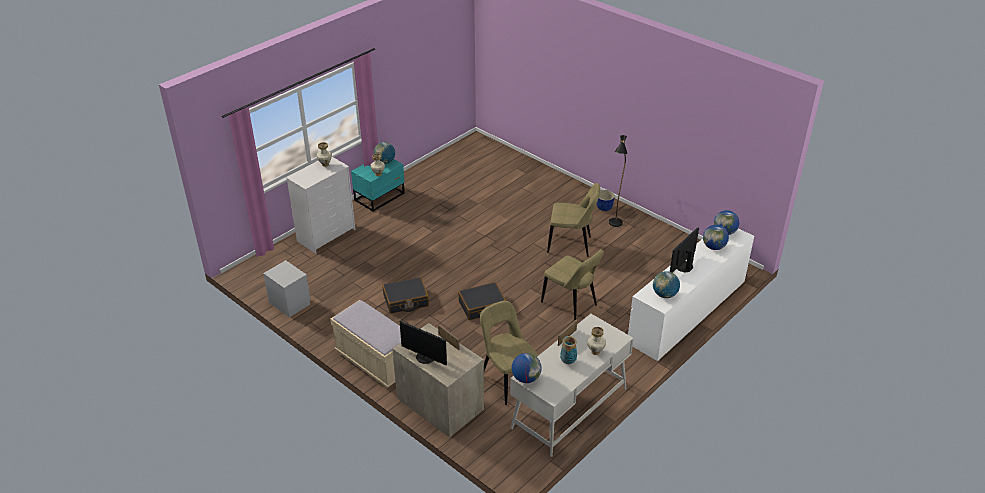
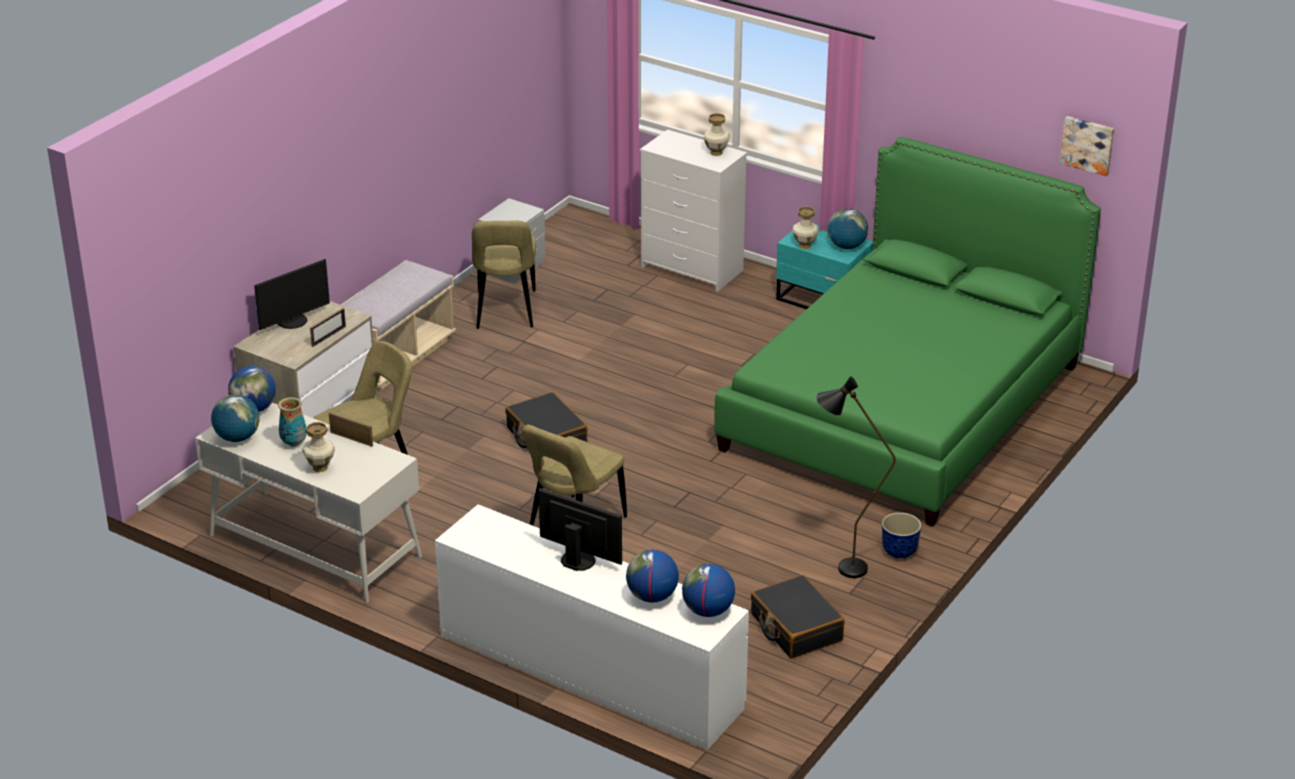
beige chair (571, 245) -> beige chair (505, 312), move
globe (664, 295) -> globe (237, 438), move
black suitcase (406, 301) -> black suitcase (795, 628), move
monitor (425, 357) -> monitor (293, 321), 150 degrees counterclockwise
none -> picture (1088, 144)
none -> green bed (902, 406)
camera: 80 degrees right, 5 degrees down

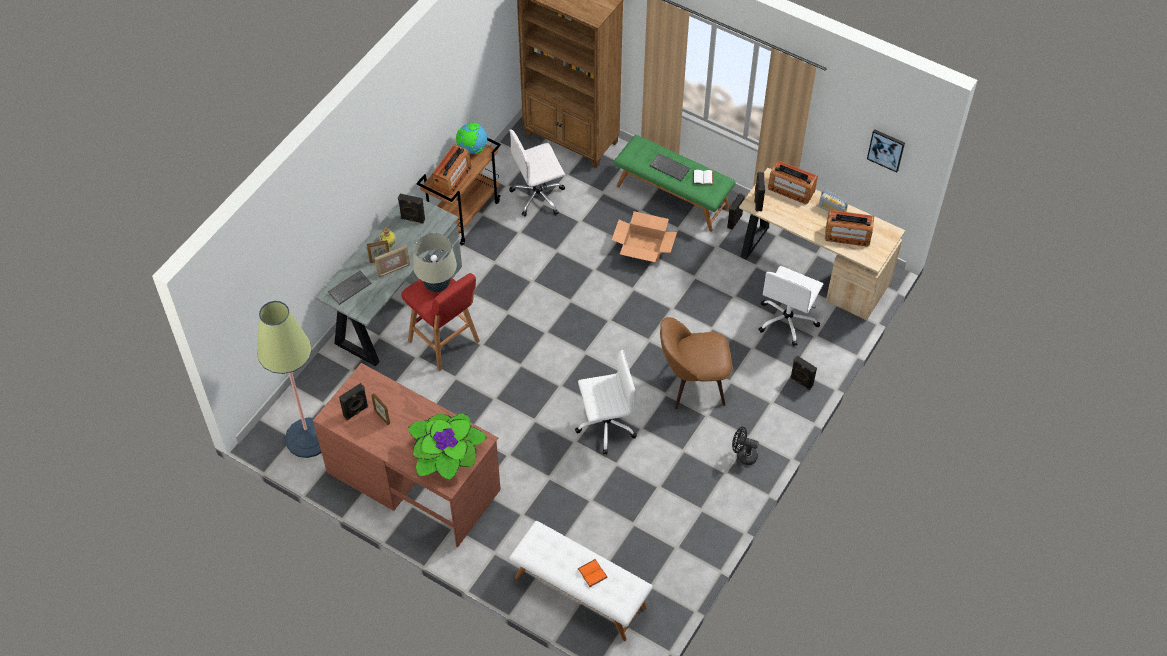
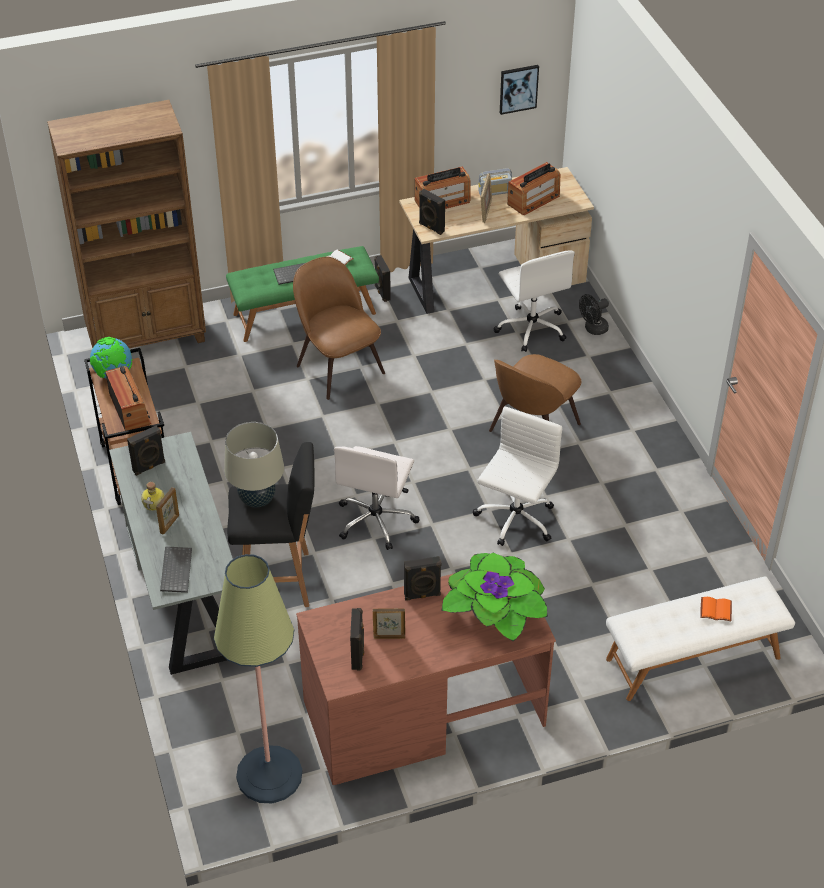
white office chair (539, 196) -> white office chair (376, 520), move
cardboard box (643, 247) -> brown chair (338, 367)
picture frame (393, 270) -> picture frame (485, 211), move
red stool (445, 343) -> black stool (279, 580)
black speaker (801, 382) -> black speaker (422, 595), move
black fan (743, 455) -> black fan (593, 329), move
camera: 50 degrees left, 10 degrees down

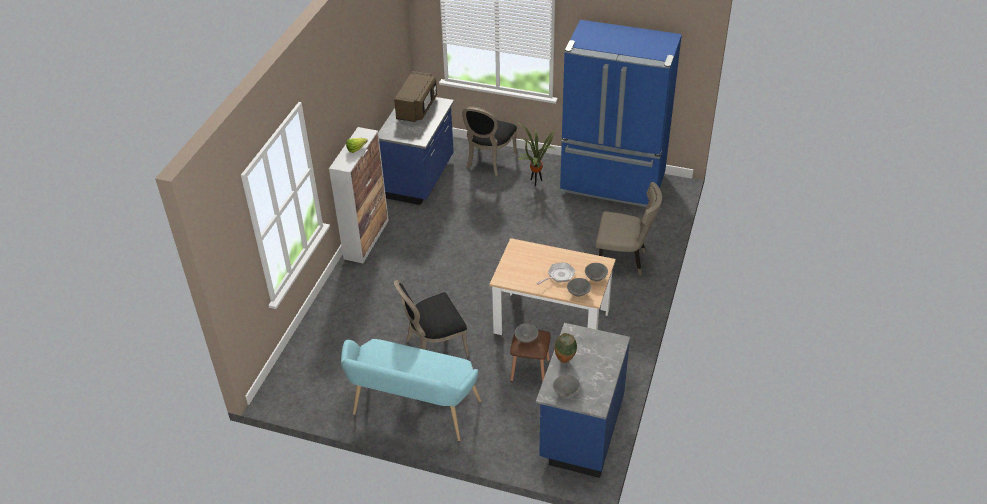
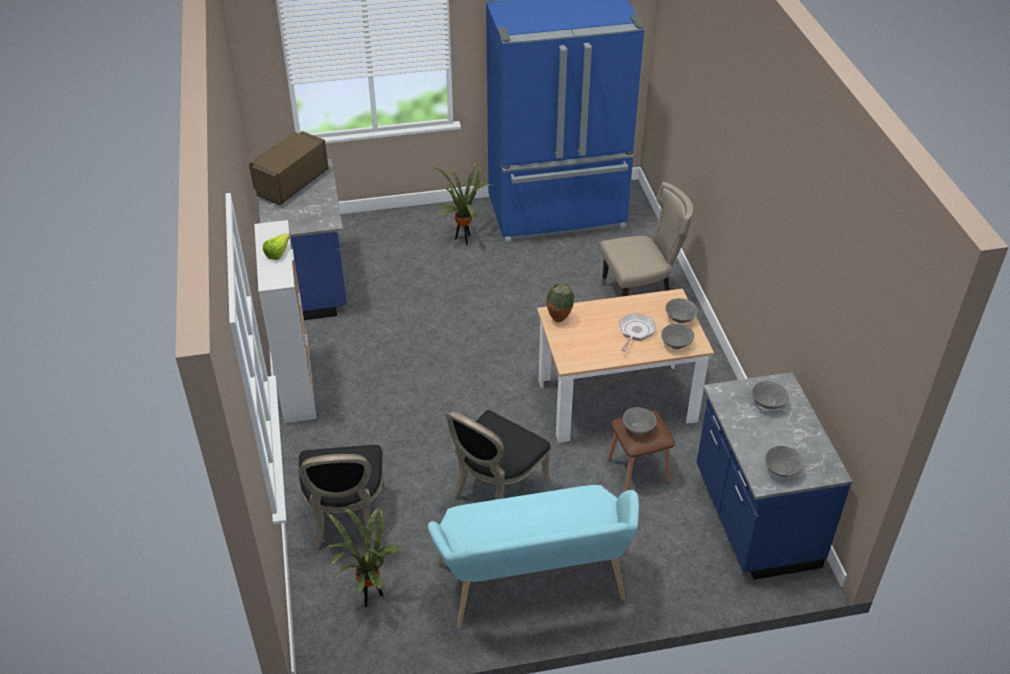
brown microwave (417, 108) -> brown microwave (290, 183), 135 degrees counterclockwise
black chair (488, 161) -> black chair (346, 519), move
vase (565, 360) -> vase (559, 319), move
none -> grey bowl (768, 404)
none -> potted plant (369, 597)
camera: 30 degrees left, 0 degrees up

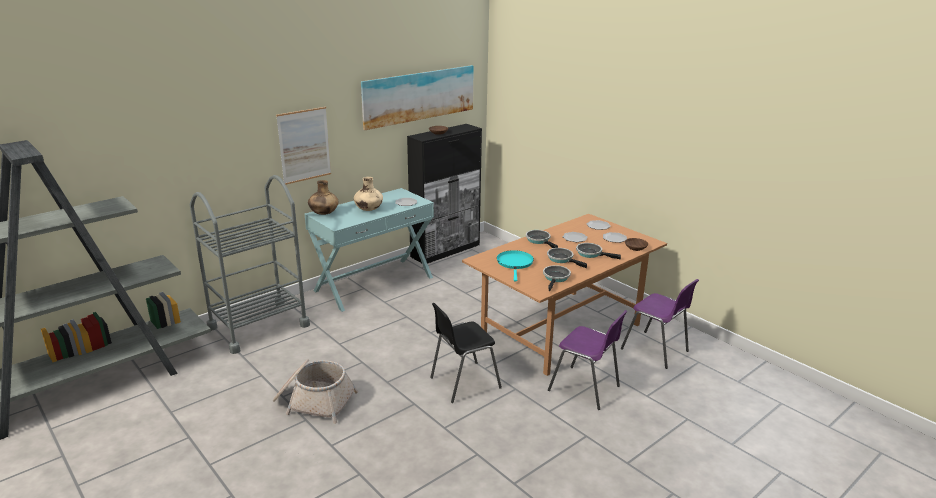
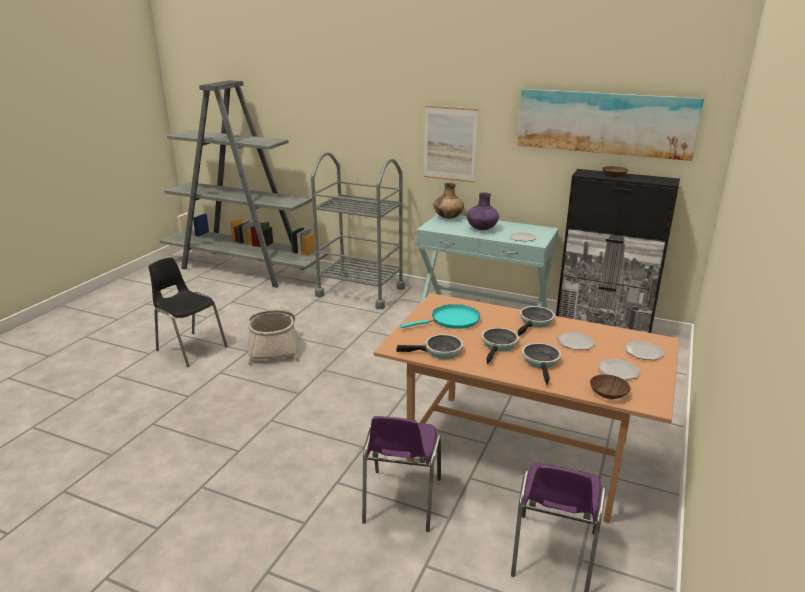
beige vase (368, 210) -> purple vase (481, 229)
black chair (463, 383) -> black chair (190, 348), move
camera: 65 degrees right, 0 degrees up

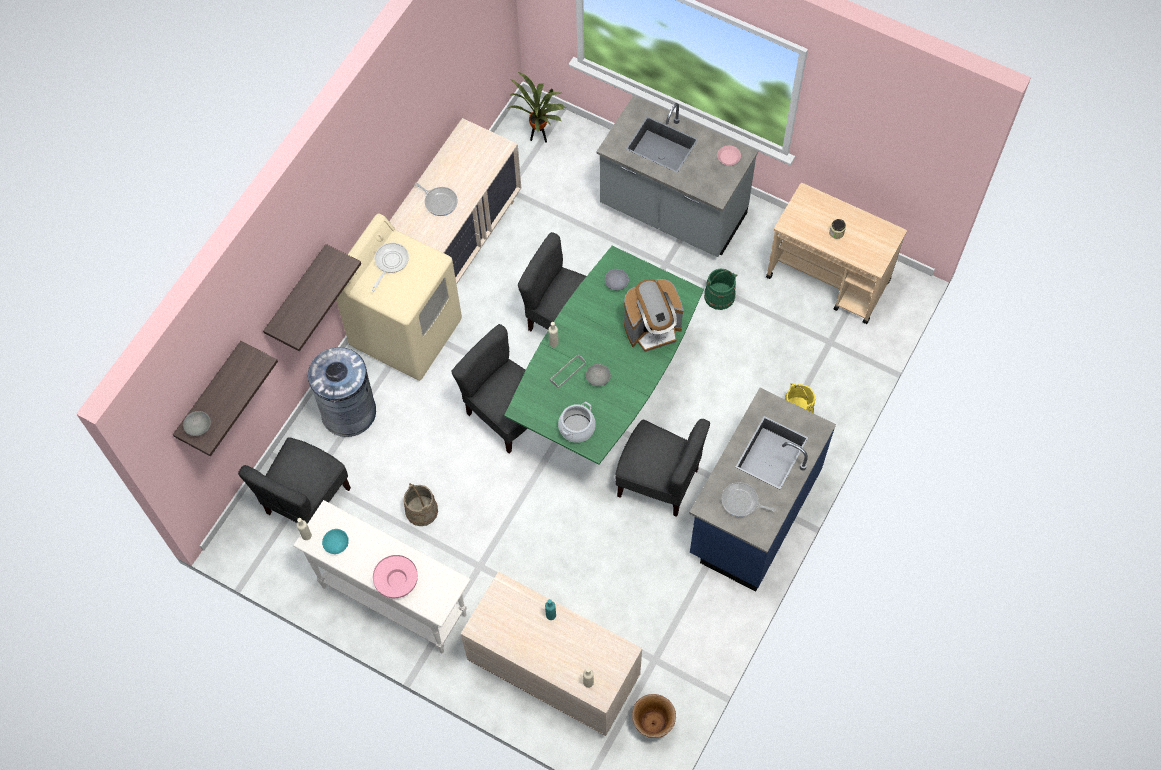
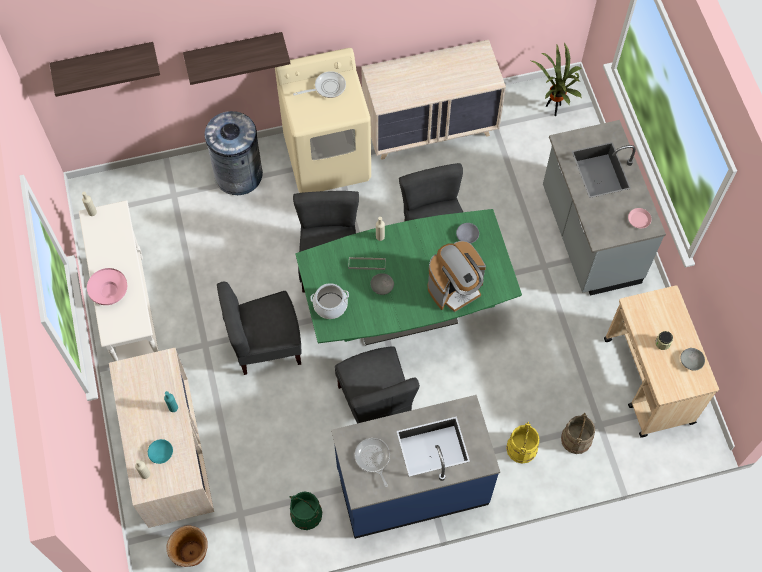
frying pan (439, 201) -> none
green bucket (719, 296) -> green bucket (306, 514), move
coffee machine (652, 329) -> coffee machine (455, 288), 60 degrees counterclockwise
grey bowl (198, 426) -> grey bowl (691, 361), move
grey chair (307, 500) -> grey chair (266, 345), move
beige bucket (422, 510) -> beige bucket (576, 439), move
turquoise bowl (336, 544) -> turquoise bowl (161, 453), move
camera: 45 degrees right, 0 degrees up

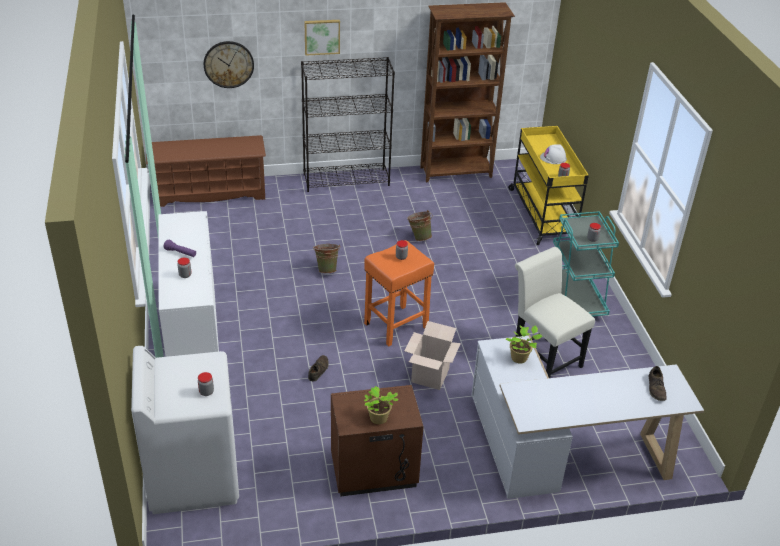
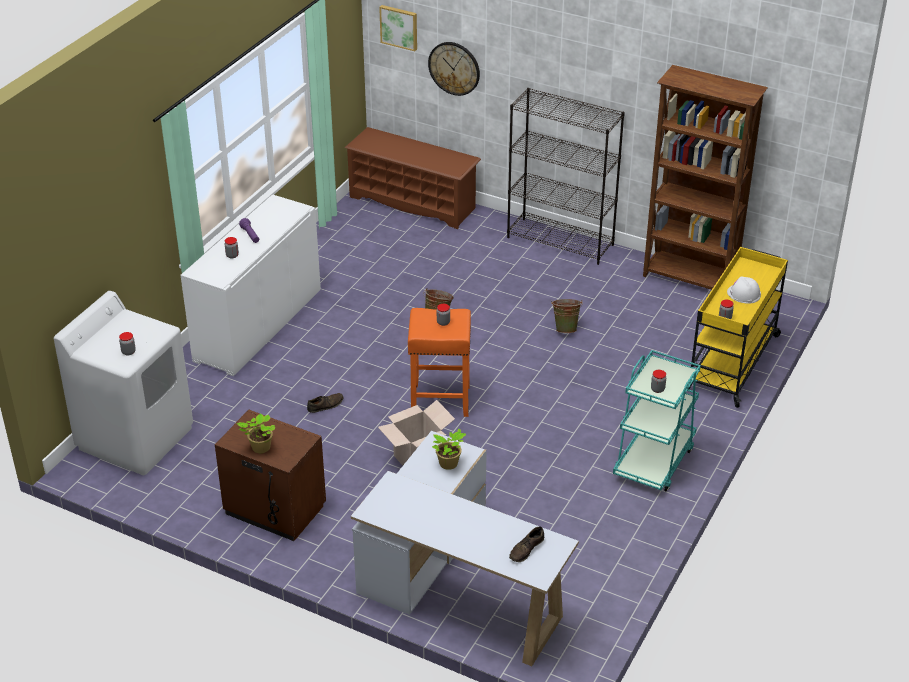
picture (322, 36) -> picture (399, 27), move
white chair (542, 358) -> none
camera: 40 degrees right, 0 degrees up

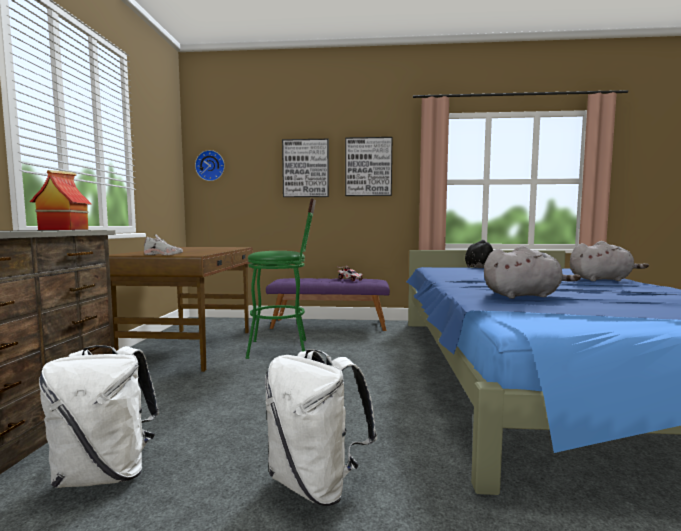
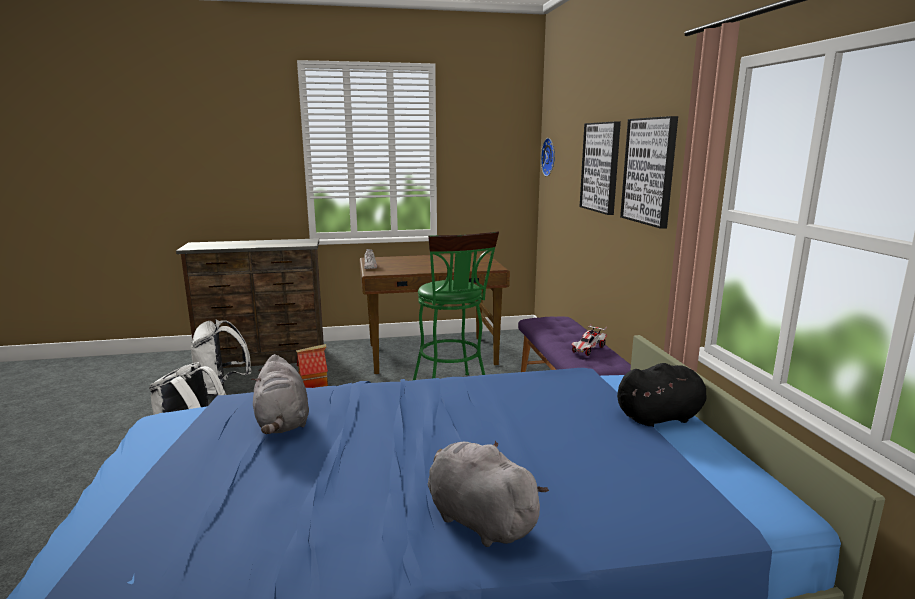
toy house (64, 229) -> toy house (314, 385), move
grey plush toy (602, 280) -> grey plush toy (478, 519), 150 degrees clockwise
camera: 75 degrees right, 10 degrees up

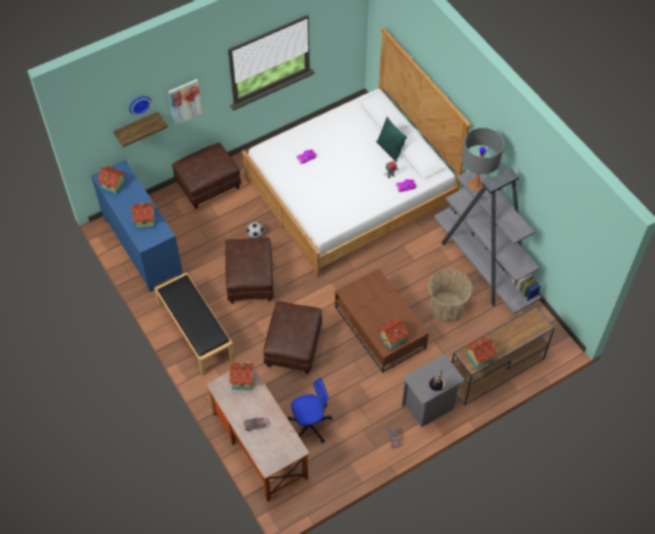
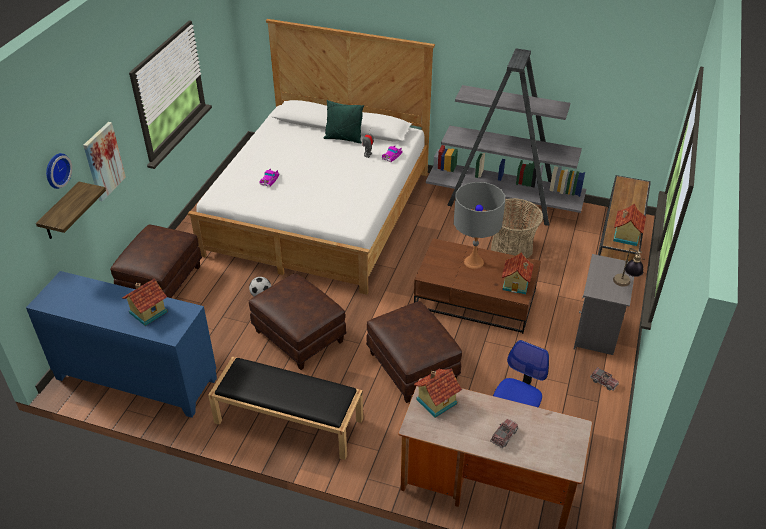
grey table lamp (476, 185) -> grey table lamp (473, 262), move
toy house (113, 186) -> none
camera: 40 degrees left, 15 degrees down

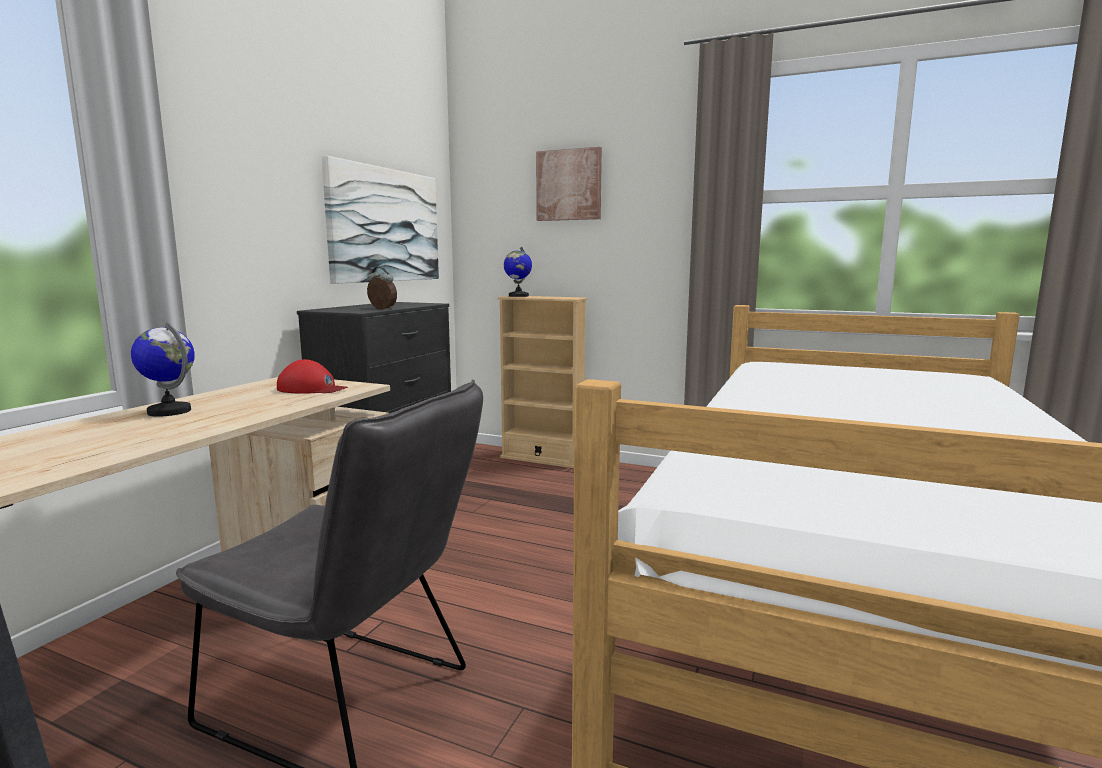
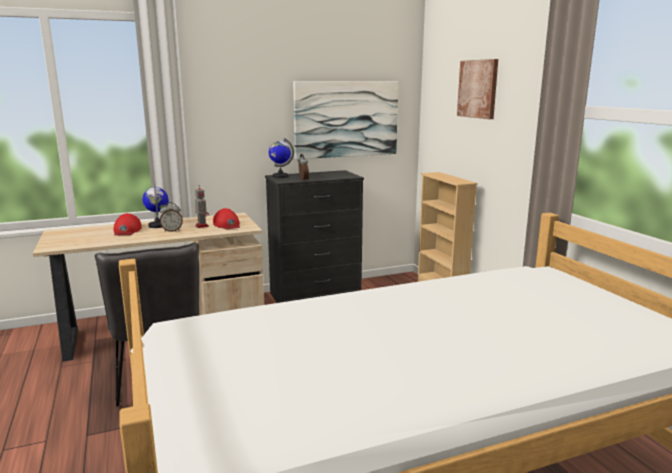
globe (518, 296) -> globe (280, 176), move
none -> toy robot (201, 226)
none -> alarm clock (172, 231)
none -> red cap (127, 230)
camera: 45 degrees right, 5 degrees up

